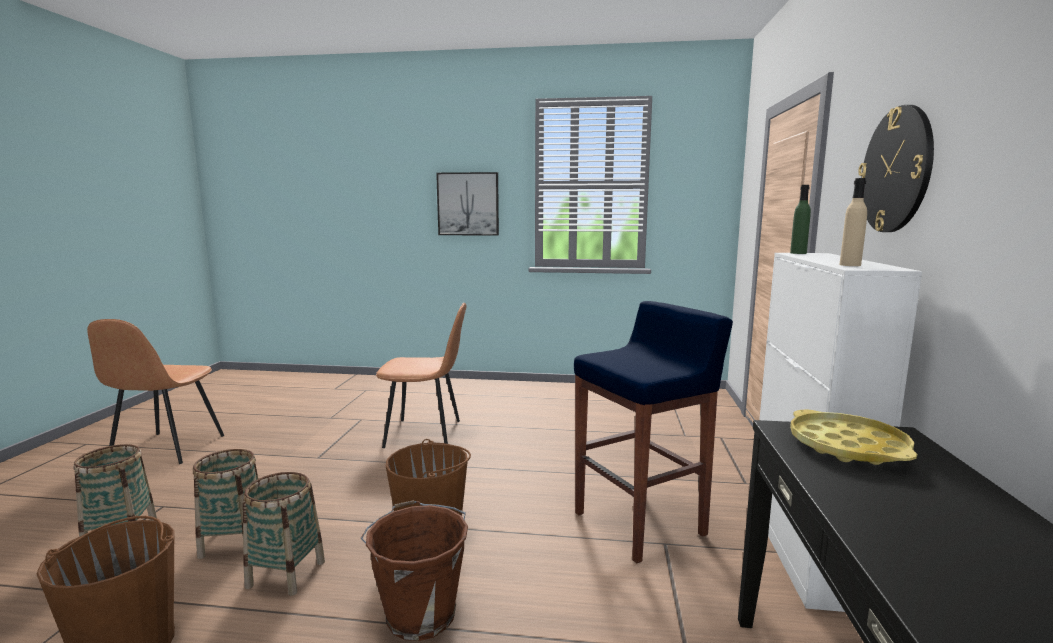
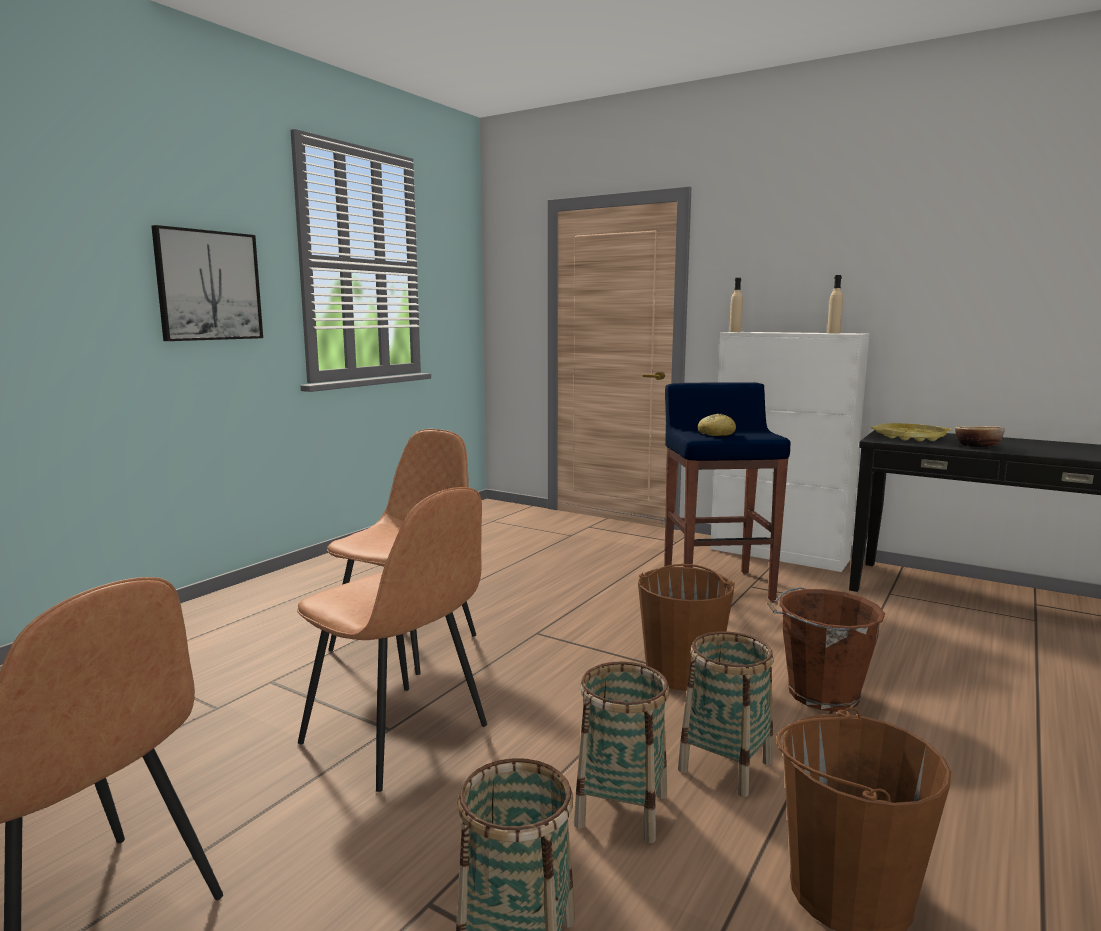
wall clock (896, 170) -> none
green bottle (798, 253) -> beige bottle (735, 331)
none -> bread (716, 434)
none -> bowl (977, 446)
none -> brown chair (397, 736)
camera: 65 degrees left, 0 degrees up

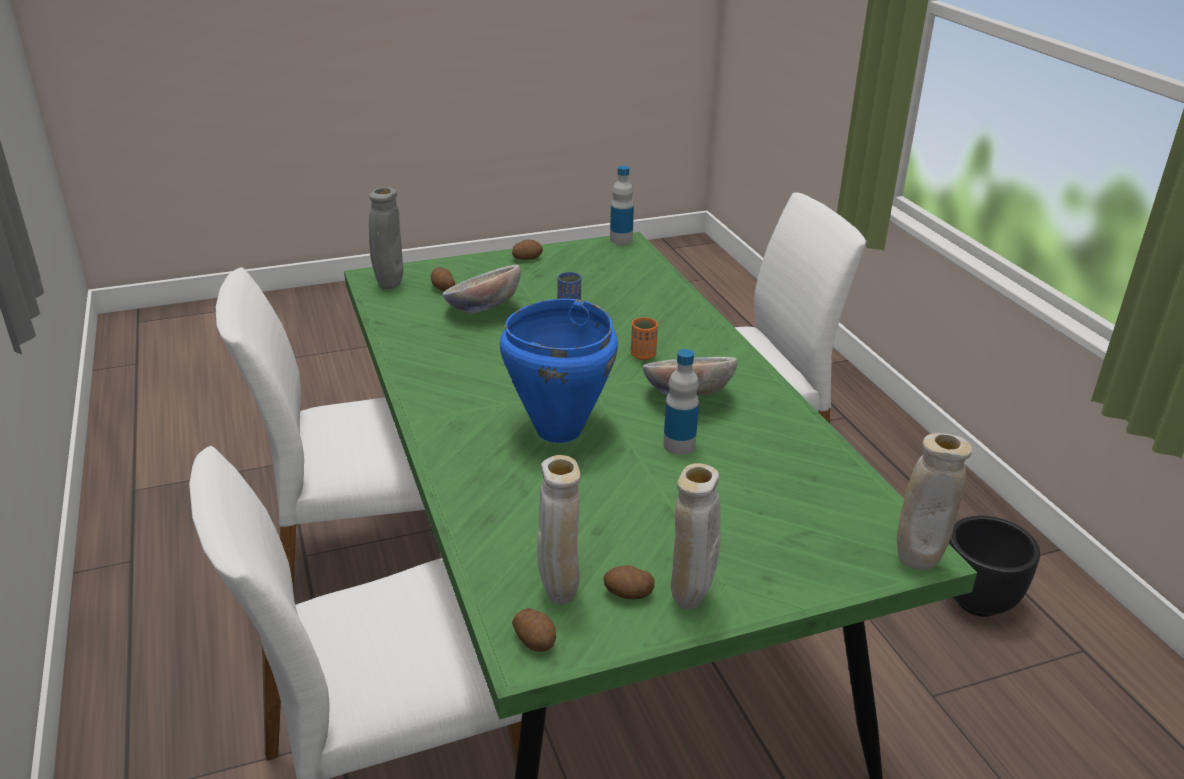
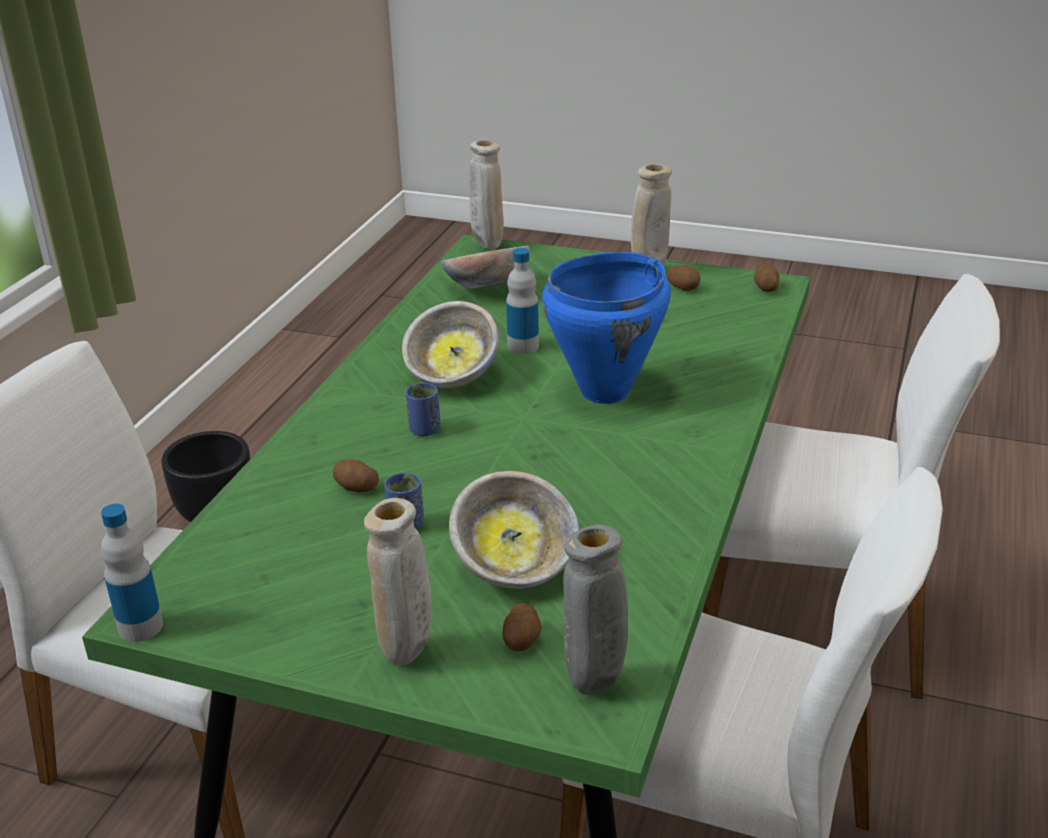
potato (527, 258) -> potato (355, 488), move
orange cup (643, 355) -> blue cup (424, 430)
beige vase (558, 593) -> beige vase (407, 655), move
none -> bowl (486, 289)
camera: 140 degrees left, 0 degrees up

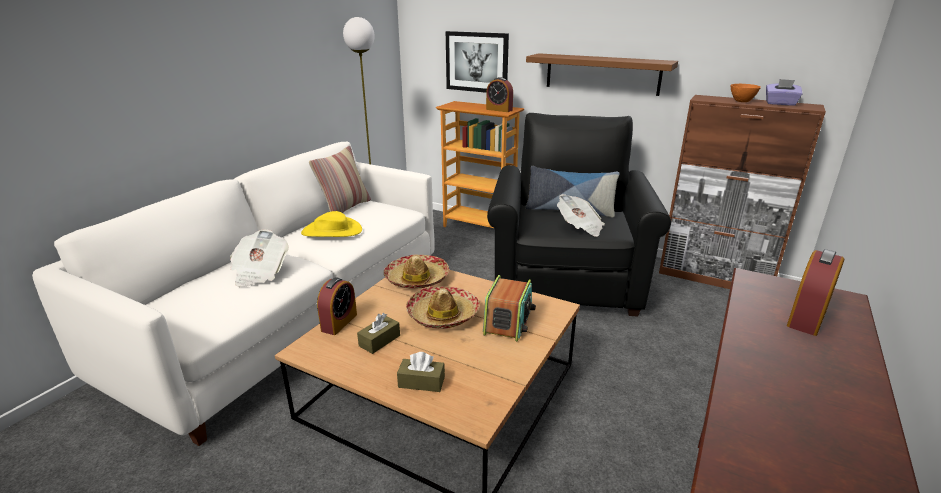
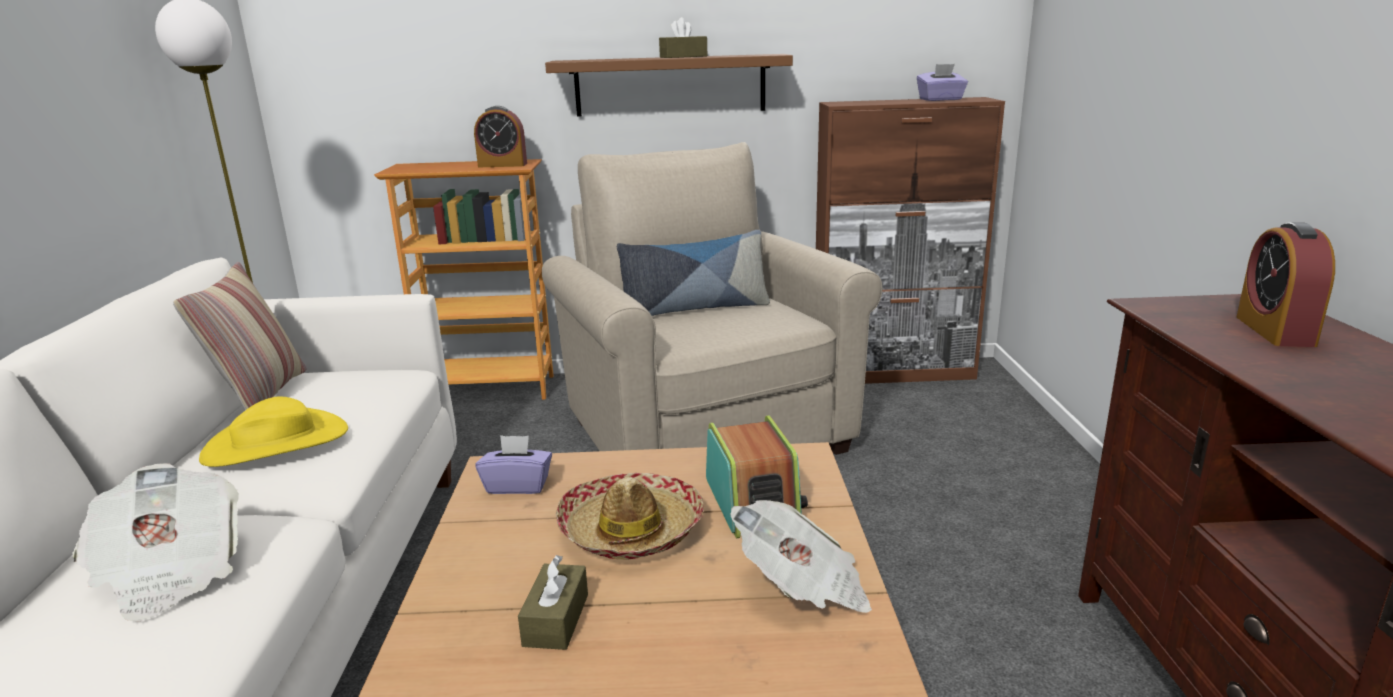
picture (477, 62) -> none
orange bowl (742, 101) -> none
black armchair (566, 279) -> beige armchair (703, 430)
newspaper (580, 227) -> newspaper (802, 587), move
hat (417, 279) -> purple tissue box (518, 485)
alarm clock (339, 322) -> none
brown tissue box (421, 382) -> brown tissue box (683, 57), move
camera: 30 degrees left, 5 degrees down

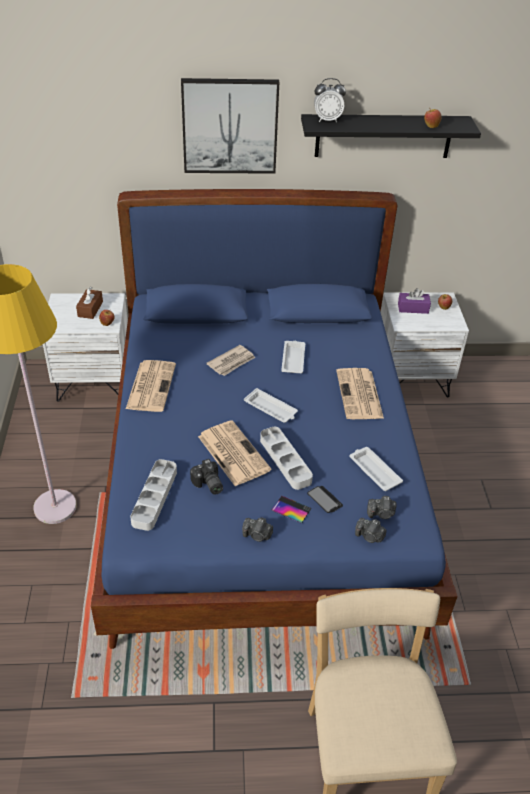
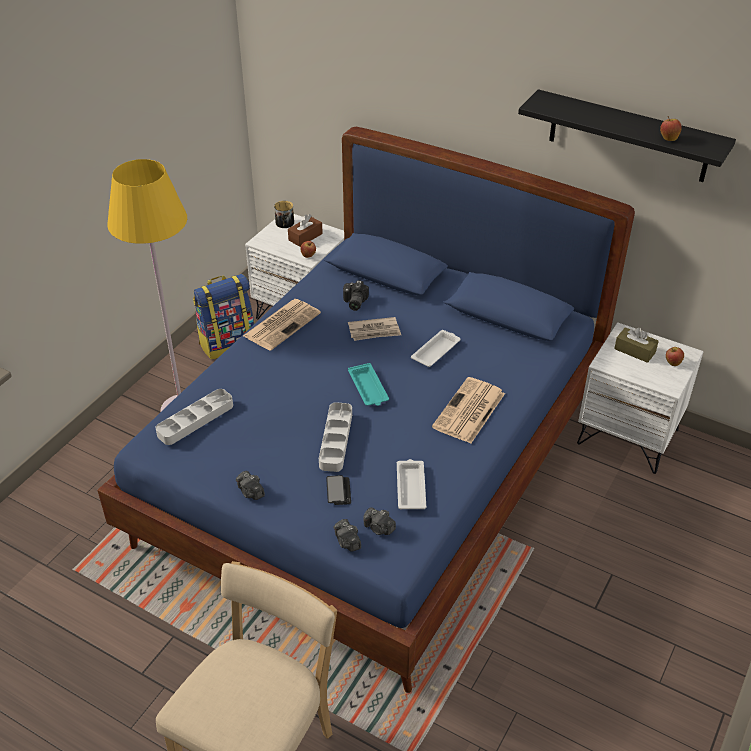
picture (230, 126) -> none
alarm clock (327, 120) -> none
purple tissue box (413, 308) -> brown tissue box (634, 351)
white tray (271, 409) -> turquoise tray (368, 388)
newspaper (232, 453) -> none
photo camera (207, 484) -> photo camera (354, 302), move
phone (291, 509) -> none
none -> mug (284, 224)
none -> backpack (228, 343)
camera: 35 degrees right, 0 degrees up

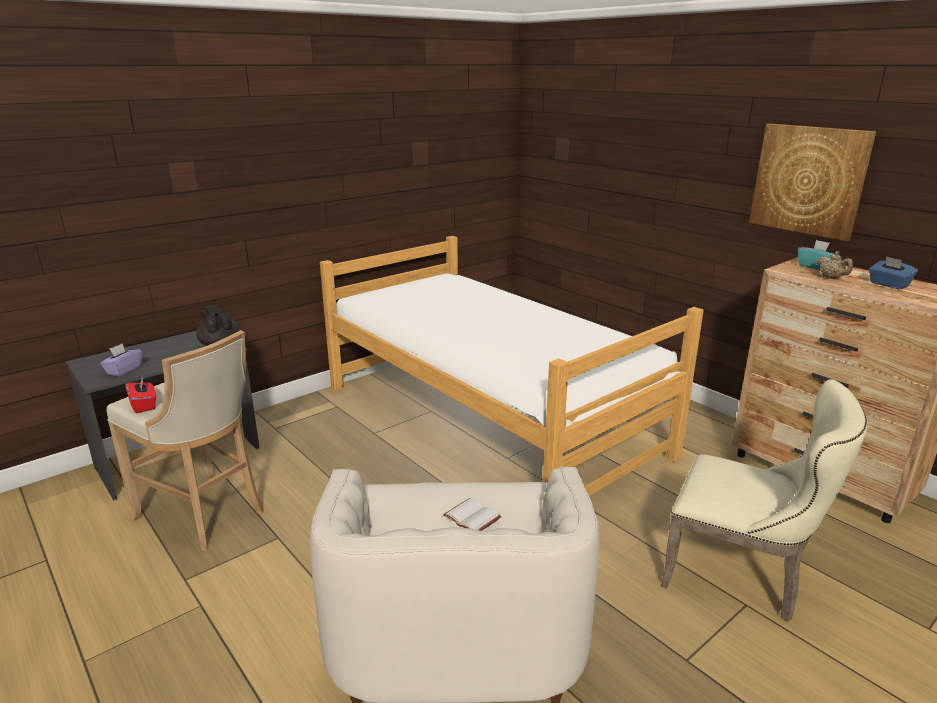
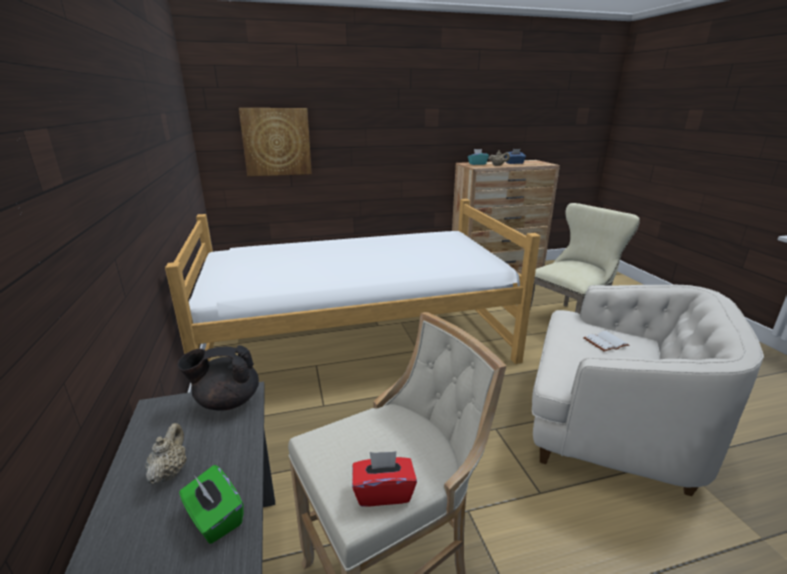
picture (808, 180) -> picture (276, 142), move
purple tissue box (123, 370) -> green tissue box (214, 518)
none -> beige teapot (170, 472)
camera: 65 degrees left, 0 degrees up

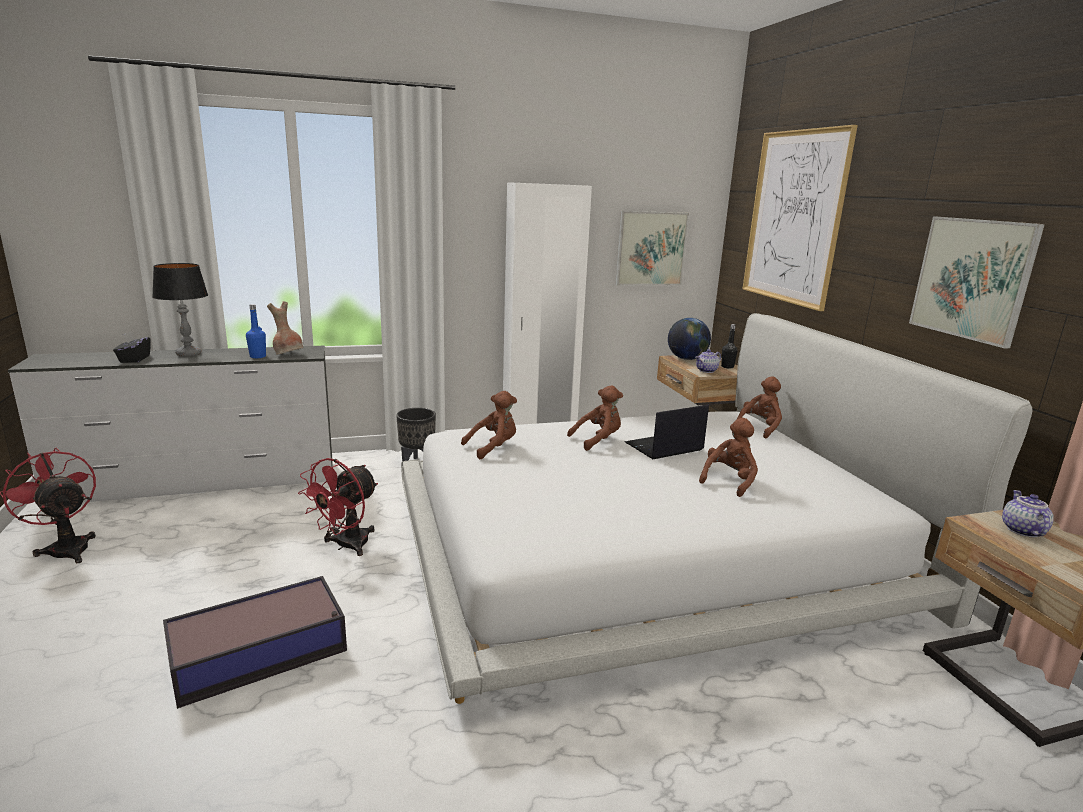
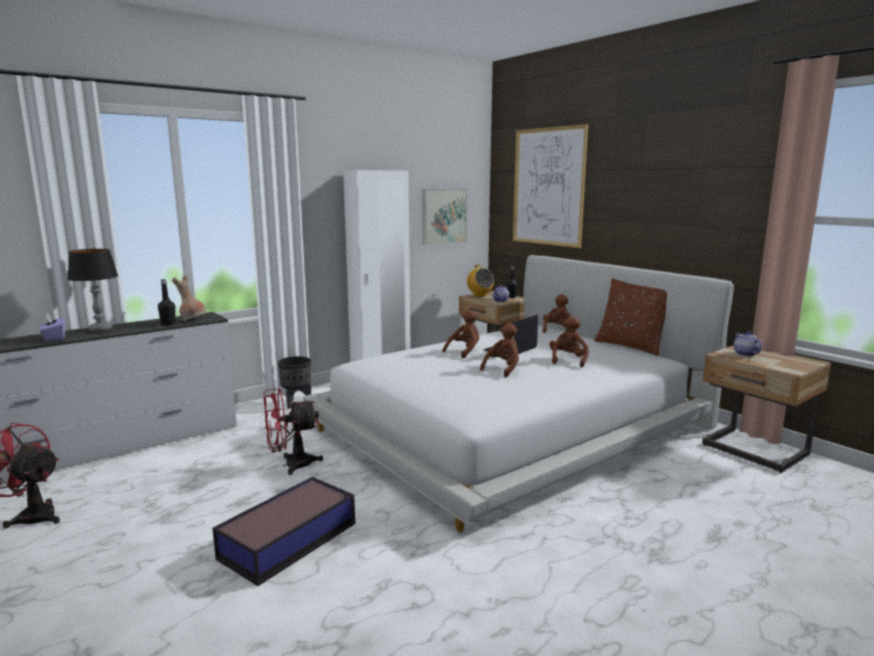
picture (972, 279) -> none
blue bottle (258, 356) -> black bottle (168, 324)
globe (686, 359) -> radio (479, 295)
black tissue box (134, 359) -> purple tissue box (54, 338)
brown plush toy (493, 448) -> brown plush toy (503, 369), move
red fan (346, 546) -> red fan (291, 465), 60 degrees clockwise
none -> brown pillow (631, 346)
camera: 20 degrees left, 5 degrees down

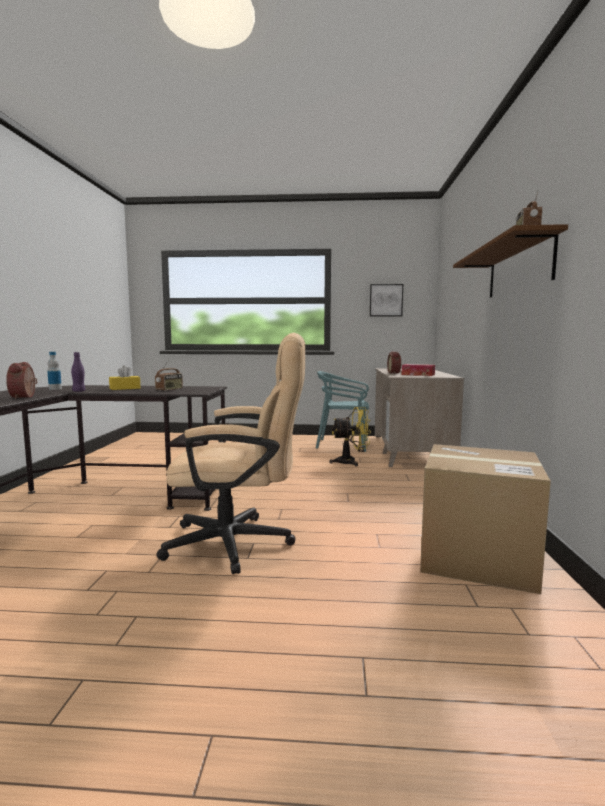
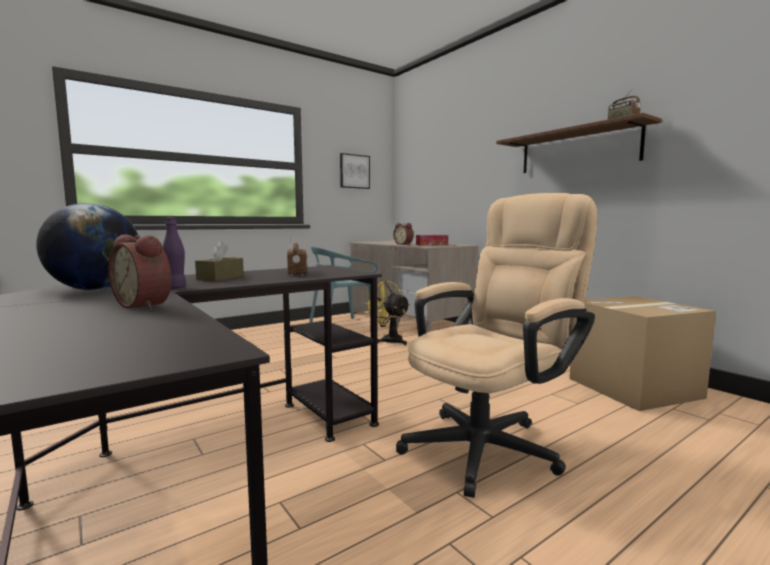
bottle (55, 389) -> globe (95, 289)
yellow tissue box (125, 388) -> brown tissue box (220, 278)
yellow fan (351, 462) -> yellow fan (388, 340), 90 degrees counterclockwise
camera: 40 degrees left, 0 degrees up

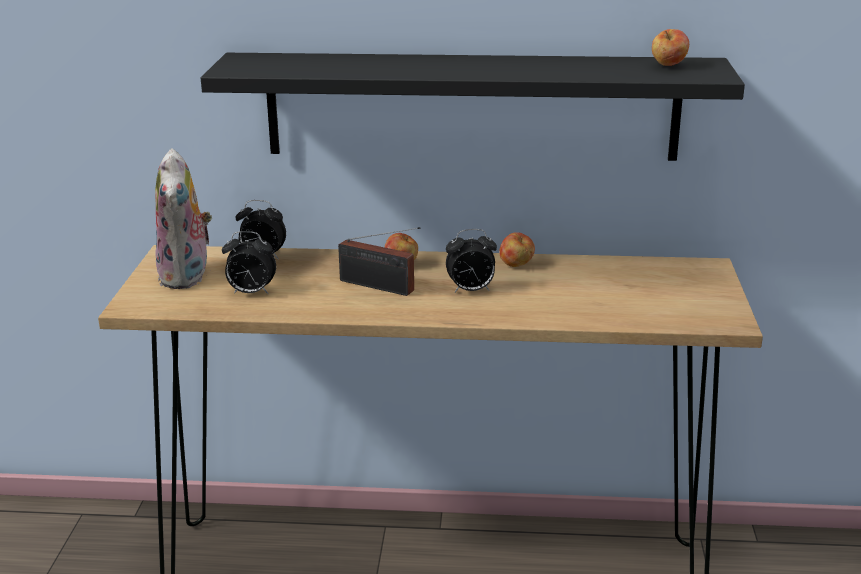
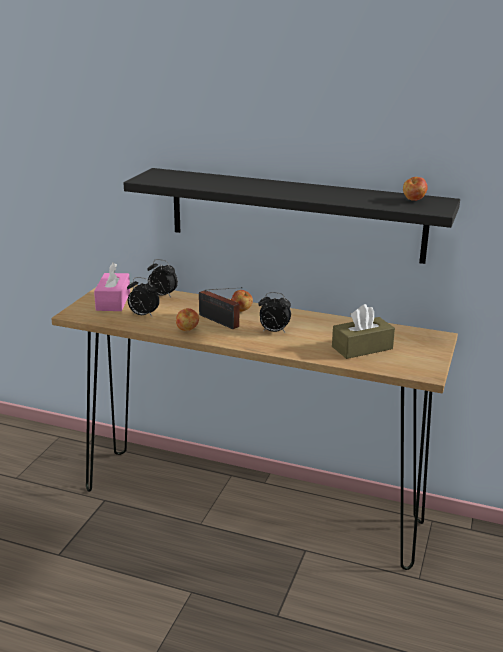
plush toy (187, 277) -> pink tissue box (113, 301)
apple (516, 265) -> apple (187, 330), move
none -> brown tissue box (362, 348)
camera: 15 degrees right, 0 degrees up

